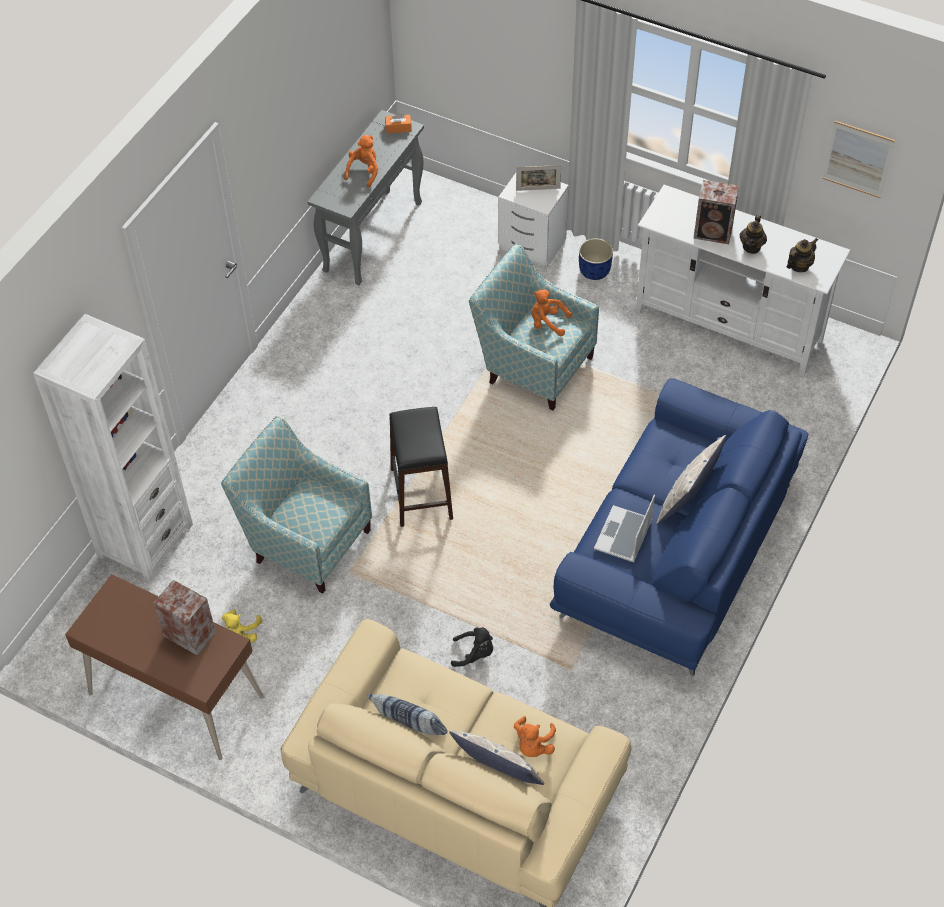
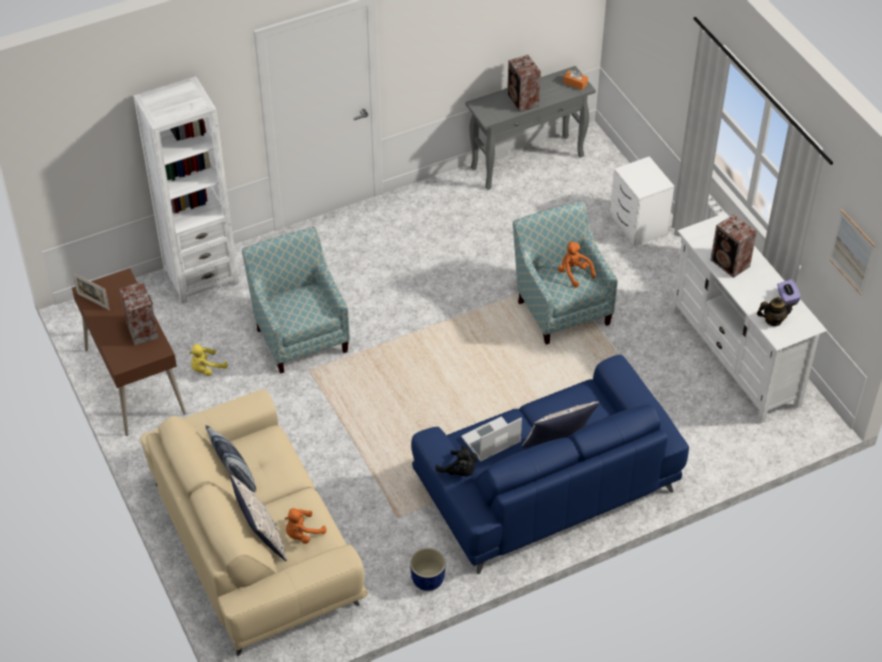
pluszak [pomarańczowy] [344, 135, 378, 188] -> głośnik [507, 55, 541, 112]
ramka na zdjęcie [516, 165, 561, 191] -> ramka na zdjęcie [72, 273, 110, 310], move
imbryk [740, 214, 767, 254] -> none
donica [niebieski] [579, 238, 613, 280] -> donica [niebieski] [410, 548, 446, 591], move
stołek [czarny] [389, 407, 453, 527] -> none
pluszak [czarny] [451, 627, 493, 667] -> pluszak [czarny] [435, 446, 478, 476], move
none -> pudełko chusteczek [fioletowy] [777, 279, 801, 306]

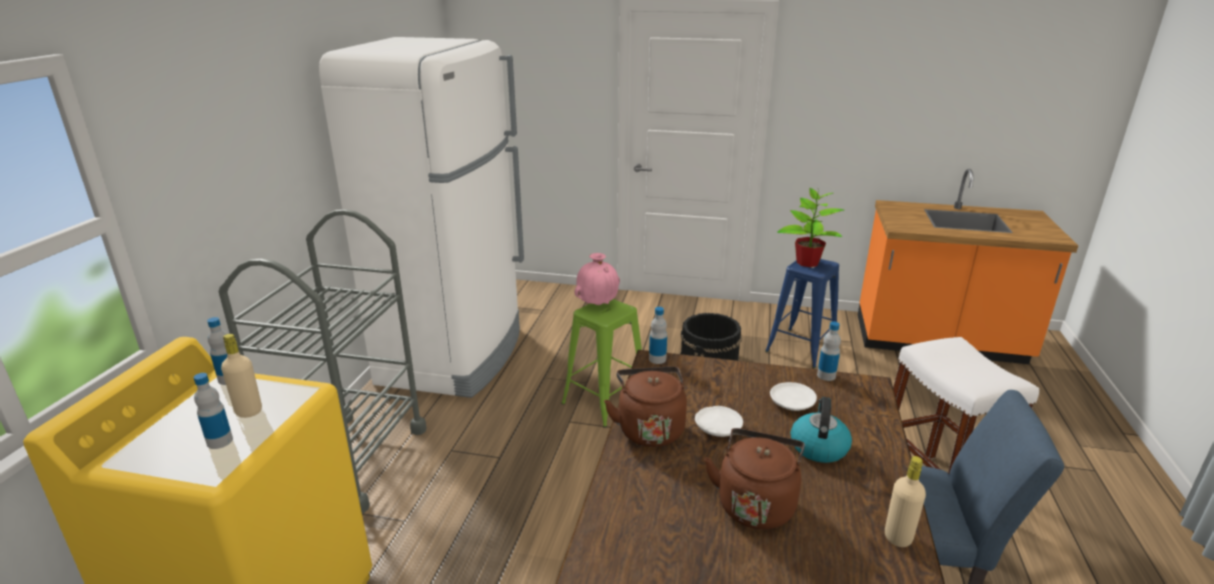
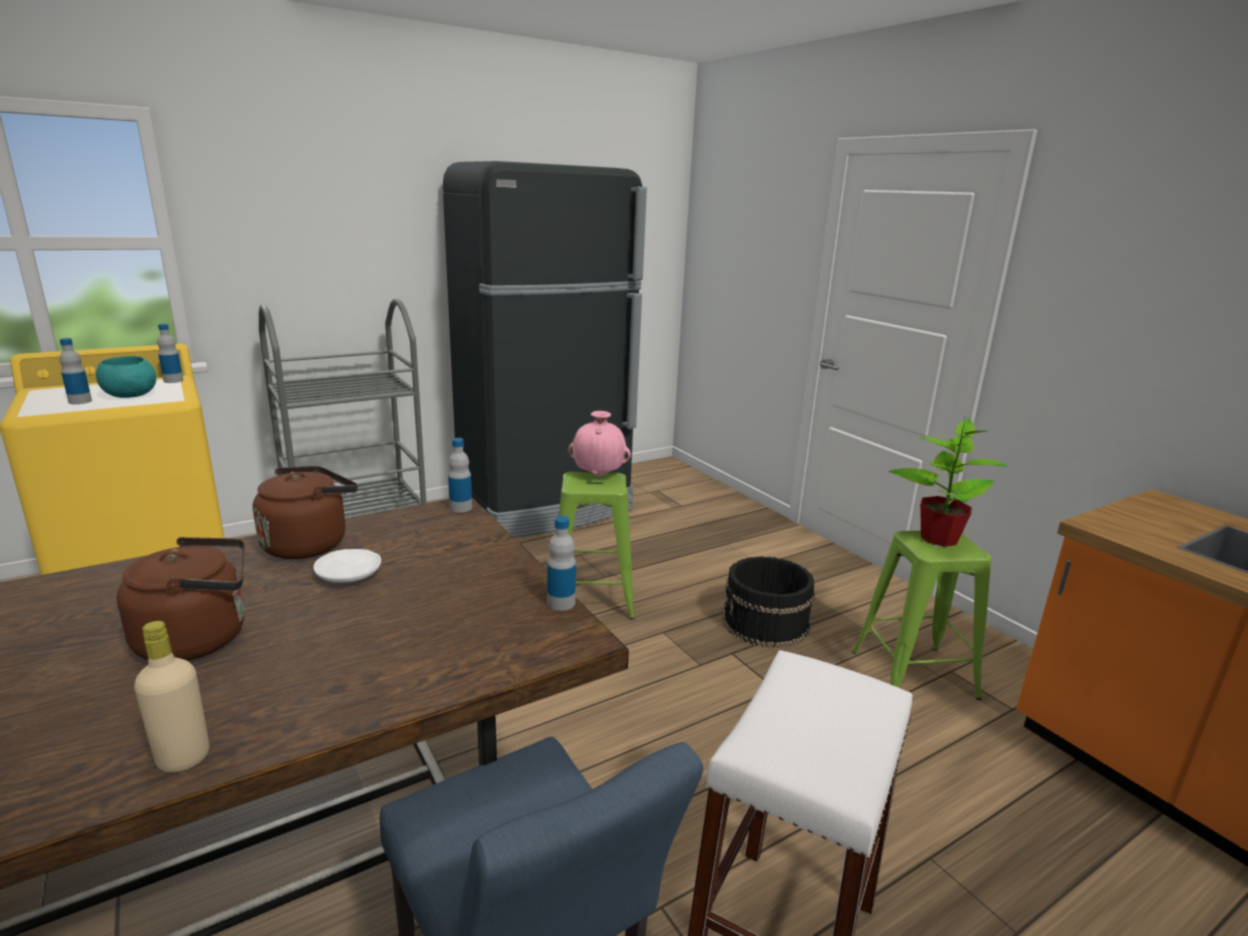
lodówka [biały] [319, 37, 524, 398] -> lodówka [czarny] [443, 161, 647, 538]
stołek [niebieski] [765, 259, 839, 368] -> stołek [zielony] [852, 531, 992, 700]
butelka [beżowy] [221, 334, 262, 418] -> miska [turkusowy] [96, 356, 157, 398]
talerz [biały] [770, 382, 817, 411] -> none
czajnik [791, 397, 852, 463] -> none

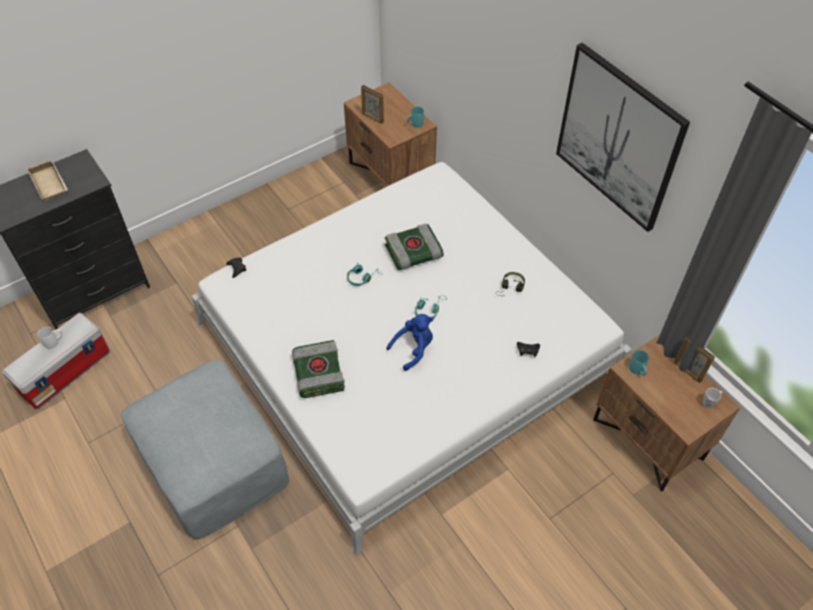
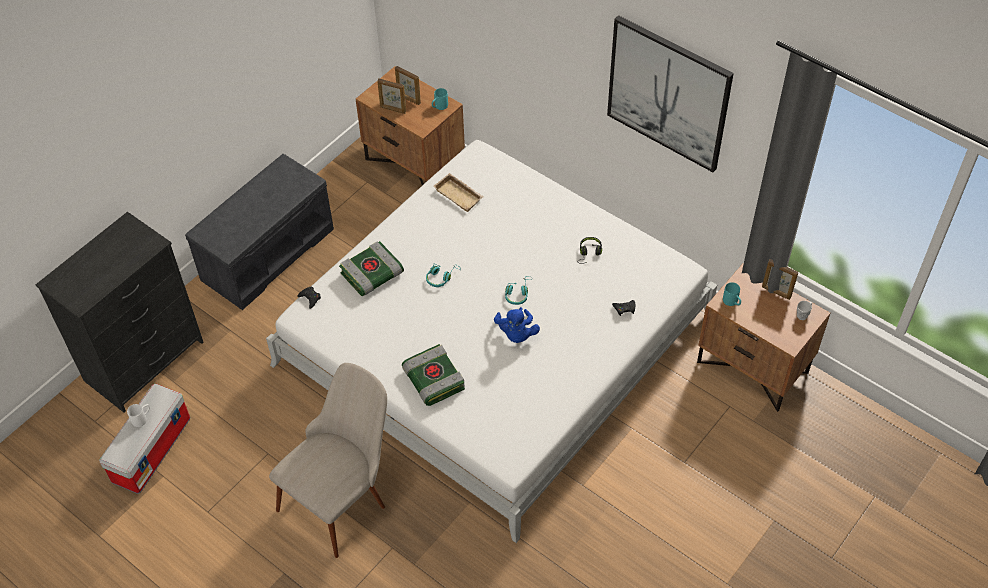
taca [beżowy] [26, 159, 68, 202] -> taca [beżowy] [434, 173, 484, 212], move
książka [385, 223, 444, 270] -> książka [339, 241, 404, 296], move
pluszak [niebieski] [387, 314, 433, 371] -> pluszak [niebieski] [494, 307, 540, 343], 135 degrees clockwise
pufa [szary] [121, 359, 289, 539] -> krzesło [beżowy] [269, 363, 387, 558]
none -> ramka na zdjęcie [395, 66, 421, 105]
none -> ławka [szary] [185, 154, 334, 310]

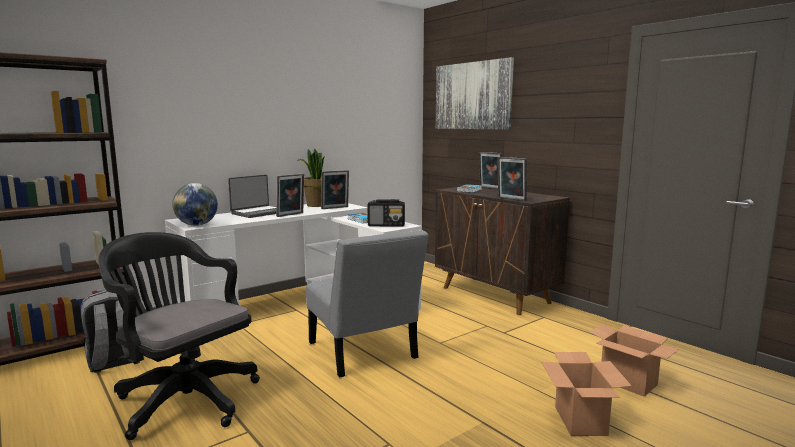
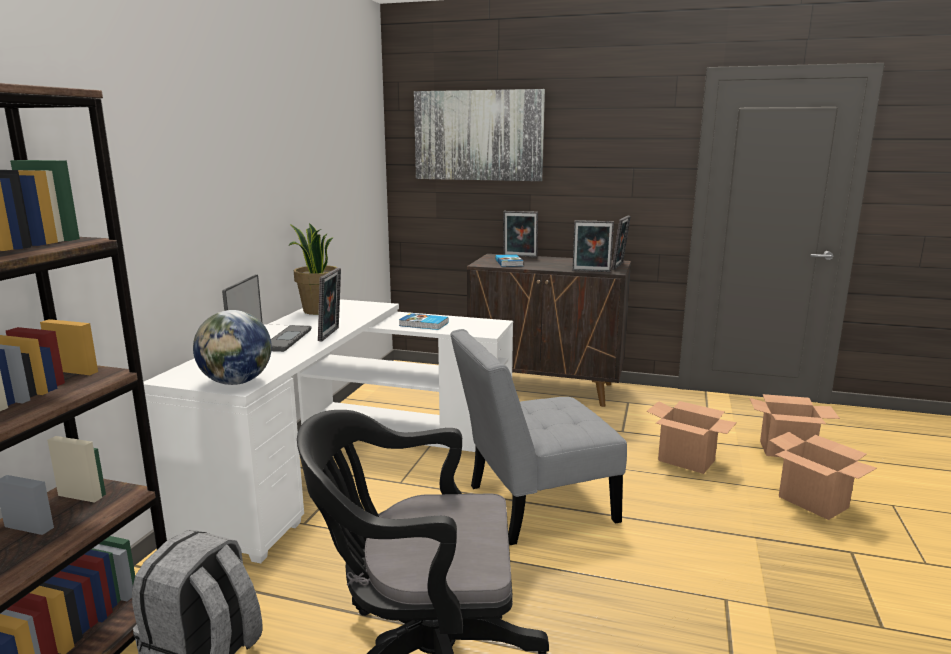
ramka na zdjęcie [321, 170, 349, 209] -> ramka na zdjęcie [612, 215, 631, 270], move
radio [367, 199, 405, 226] -> none
krzesło [szary] [306, 230, 429, 378] -> krzesło [szary] [450, 329, 627, 545], 135 degrees clockwise
none -> karton [647, 401, 737, 474]

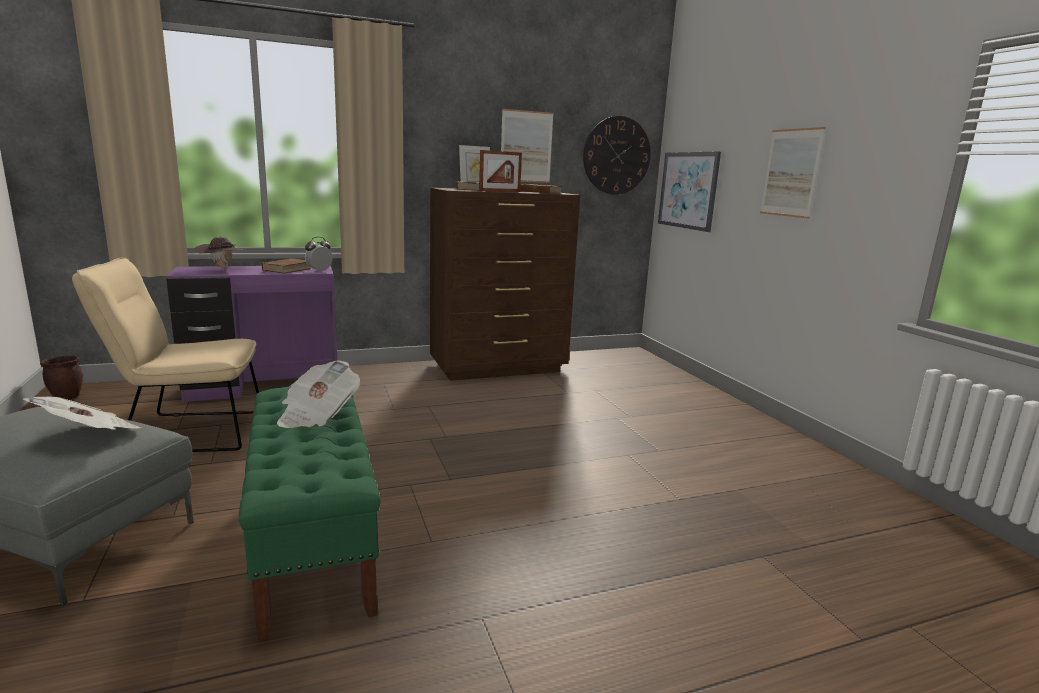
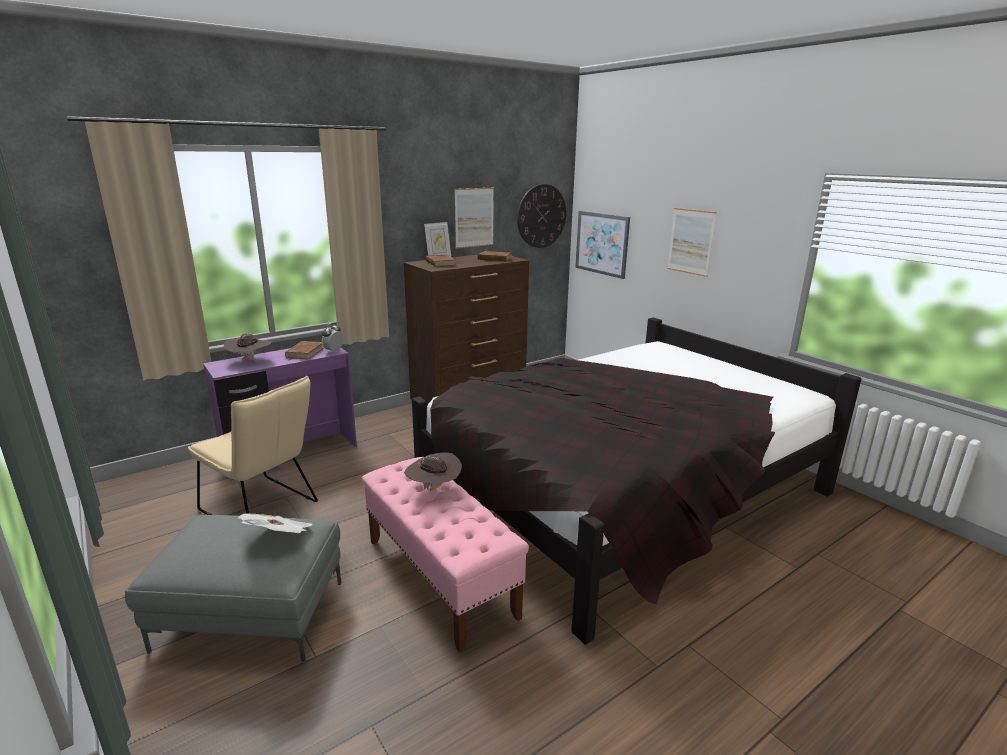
ramka na zdjęcie [479, 150, 522, 192] -> none
krzesło [beżowy] [72, 257, 259, 452] -> krzesło [beżowy] [188, 376, 318, 515], 120 degrees counterclockwise
donica [brązowy] [40, 355, 83, 400] -> none
gazeta [277, 360, 360, 428] -> kapelusz [brązowy] [404, 453, 462, 491]
ławka [zielony] [239, 386, 380, 640] -> ławka [różowy] [362, 457, 529, 652]
none -> łóżko [czarny] [412, 317, 861, 645]

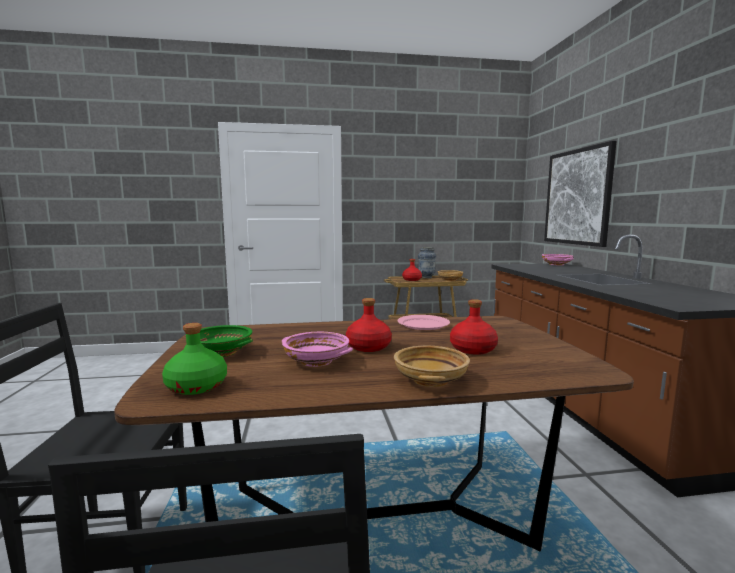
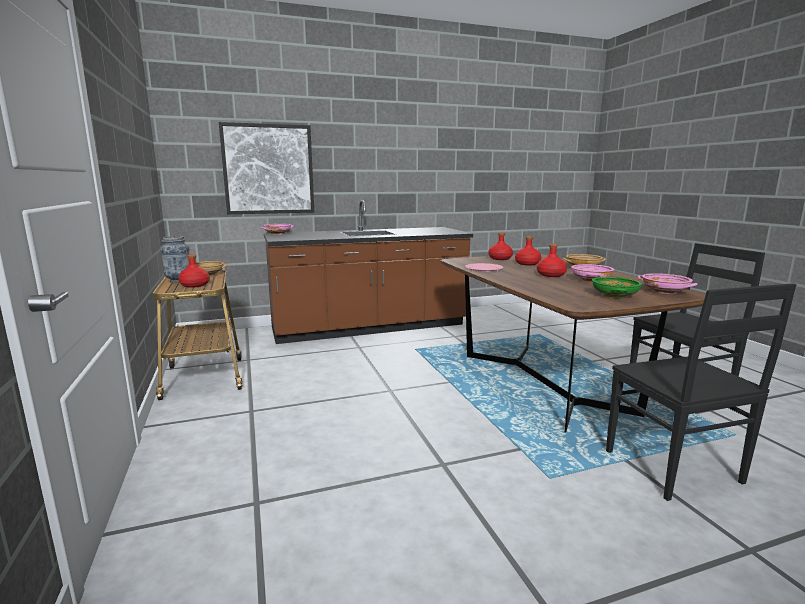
butelka [zielony] [162, 323, 227, 395] -> miska [różowy] [638, 273, 697, 294]
none -> butelka [czerwony] [488, 233, 513, 260]

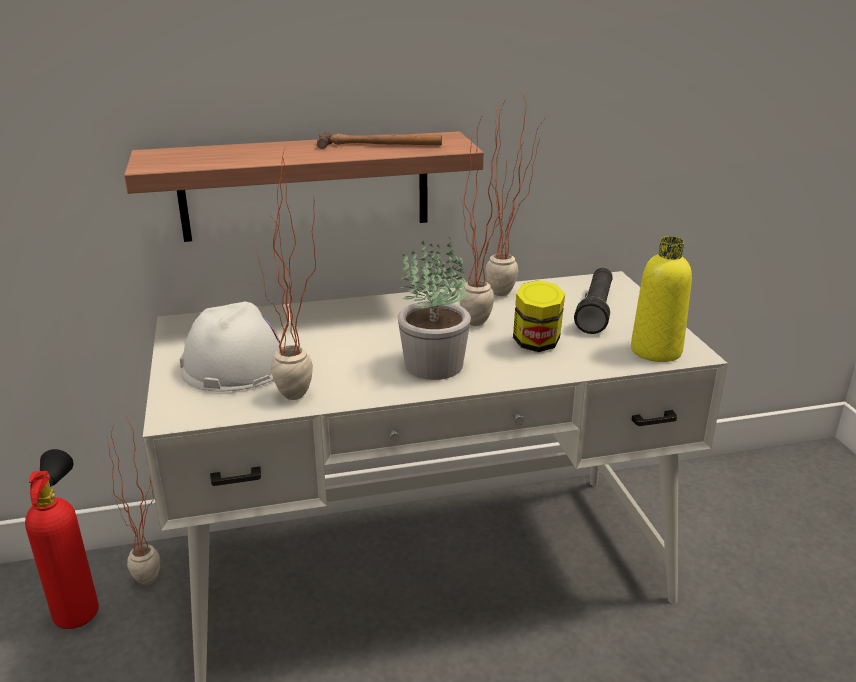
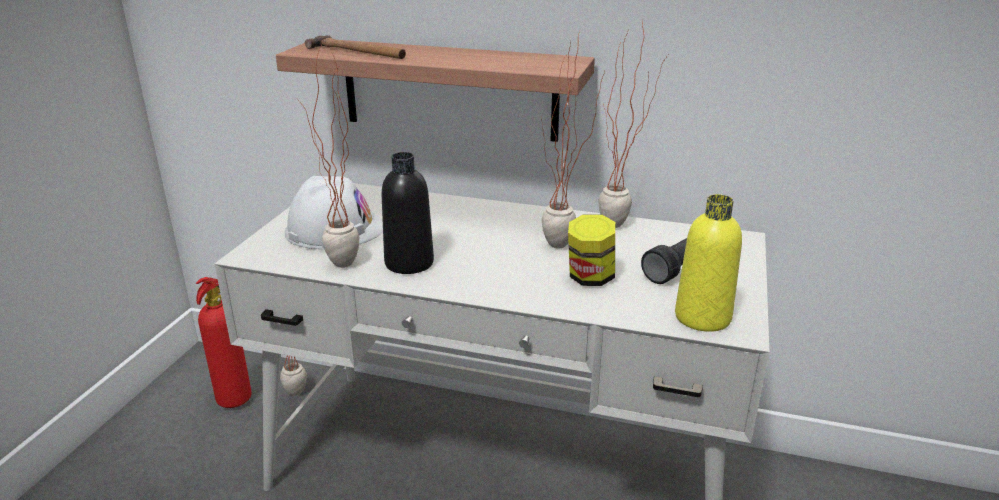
młotek [317, 132, 442, 149] -> młotek [305, 35, 406, 59], move
roślina doniczkowa [398, 237, 471, 380] -> none
none -> butelka [czarny] [382, 152, 434, 274]

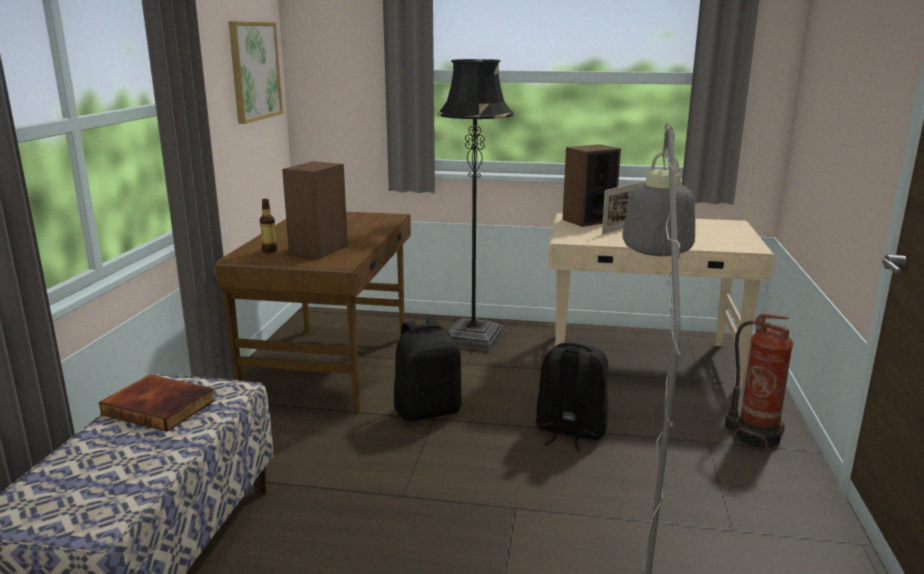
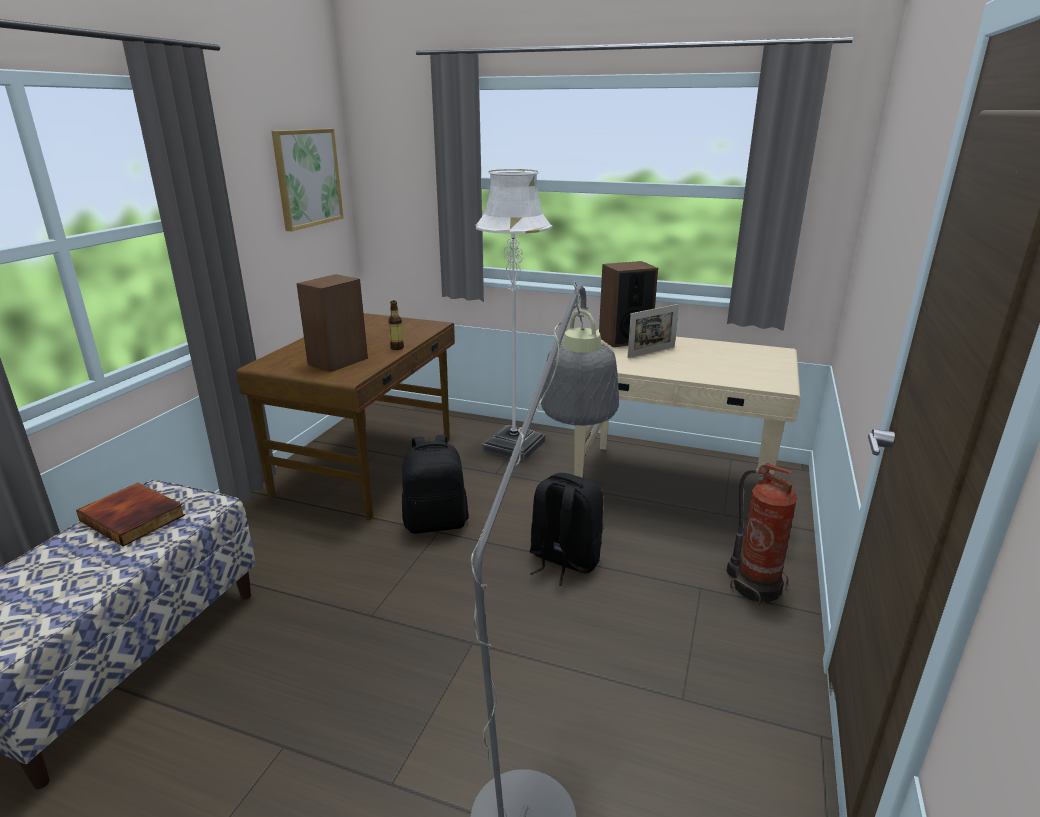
lampa stojąca [czarny] [437, 59, 513, 351] -> lampa stojąca [biały] [475, 169, 552, 461]
butelka [260, 199, 277, 253] -> butelka [388, 301, 404, 350], move

